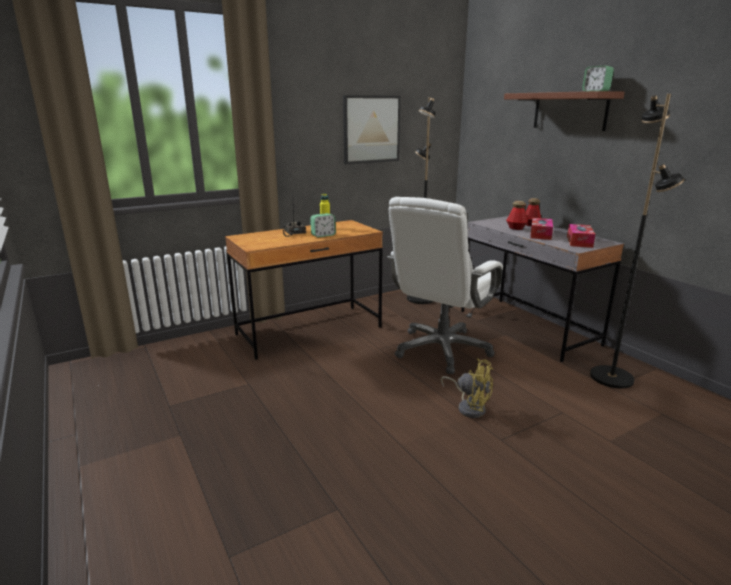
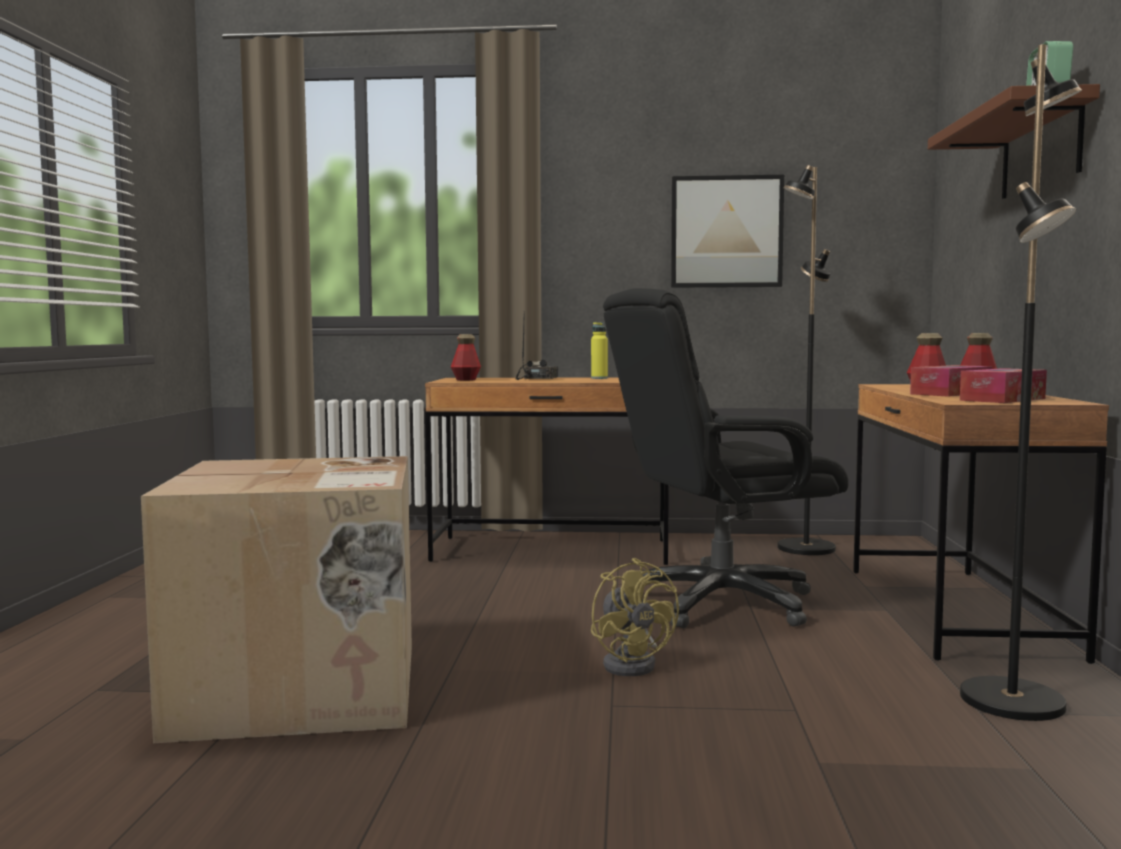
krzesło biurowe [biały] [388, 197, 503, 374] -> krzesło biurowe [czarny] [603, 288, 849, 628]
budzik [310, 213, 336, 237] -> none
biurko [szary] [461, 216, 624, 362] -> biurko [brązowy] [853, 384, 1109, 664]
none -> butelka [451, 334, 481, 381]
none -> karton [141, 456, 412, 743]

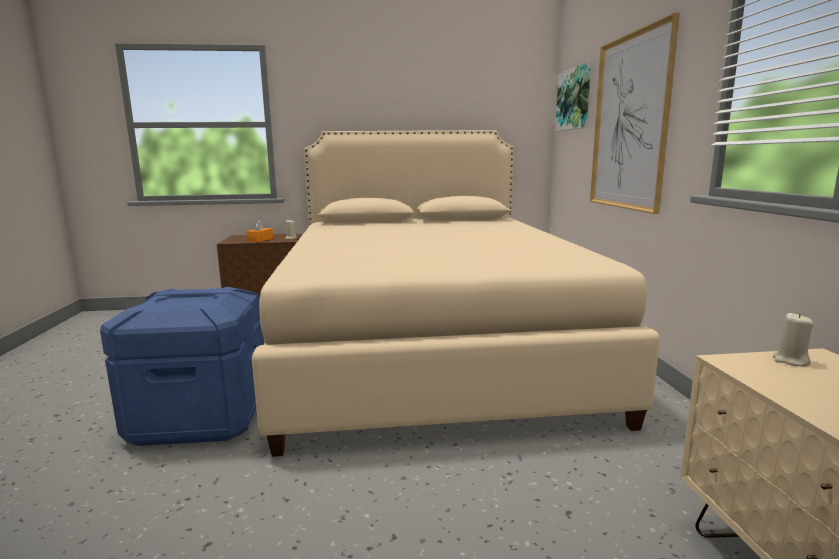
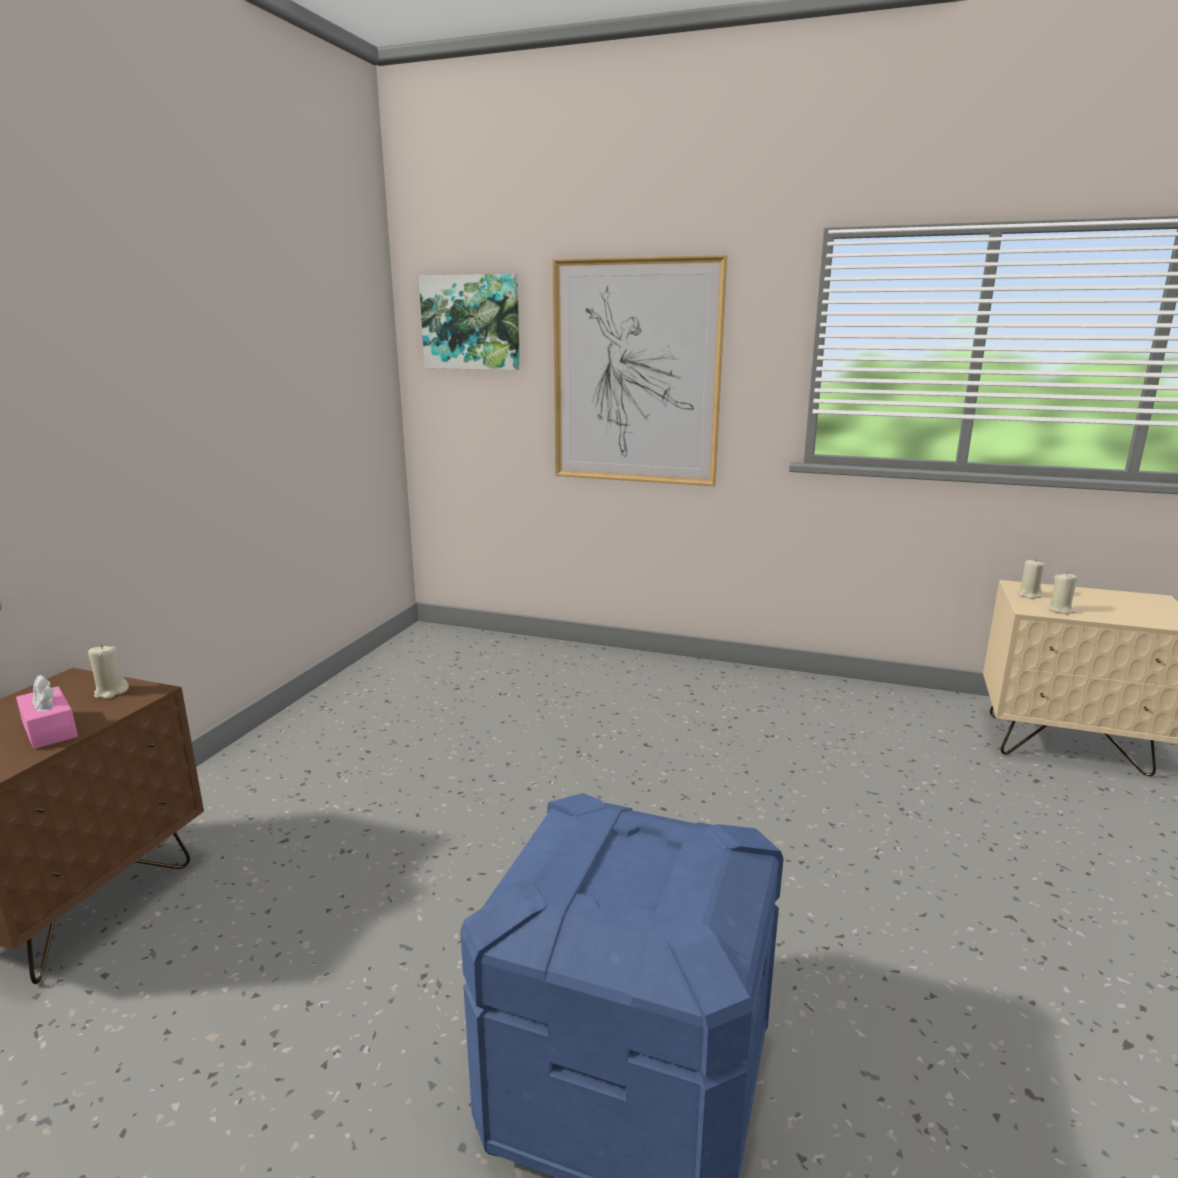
łóżko [beżowy] [252, 130, 660, 457] -> none
pudełko chusteczek [pomarańczowy] [246, 219, 273, 242] -> pudełko chusteczek [różowy] [16, 675, 78, 749]
none -> świeca [beżowy] [1046, 572, 1078, 614]

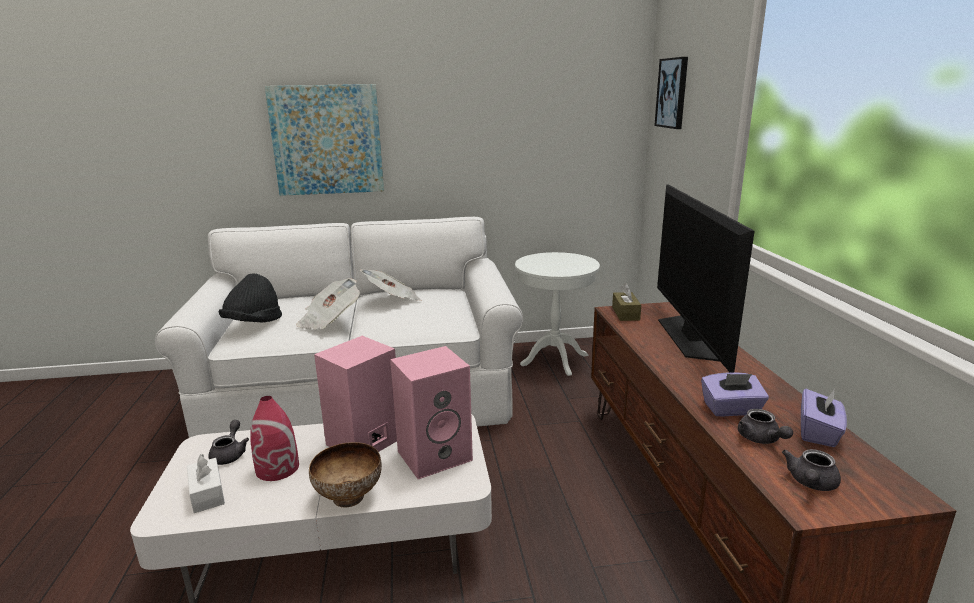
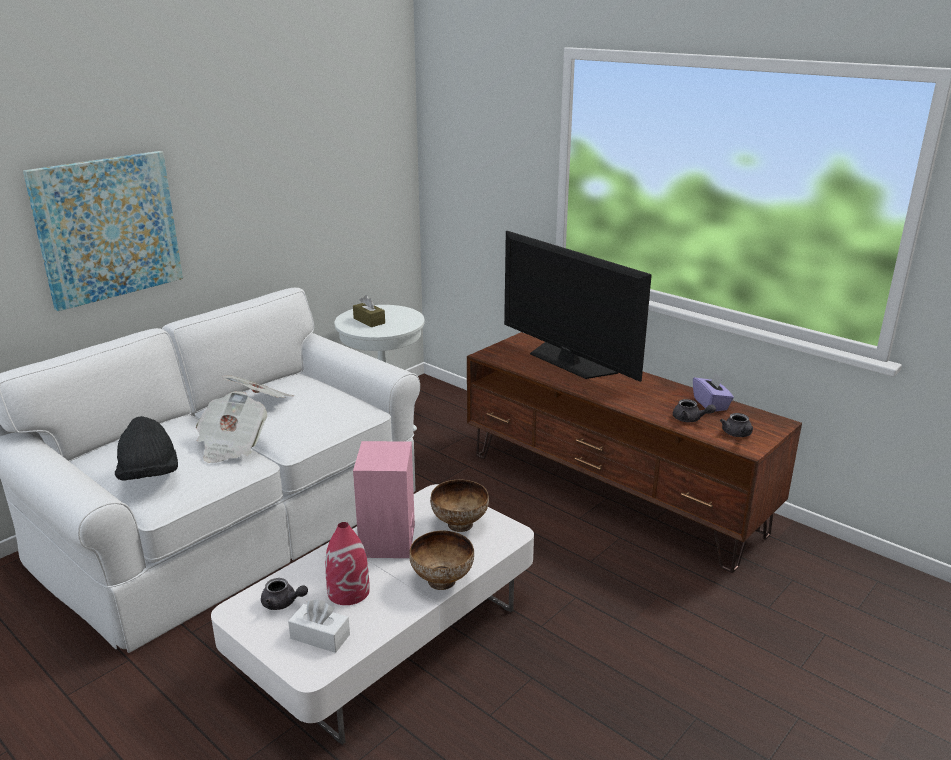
obraz [654, 57, 688, 129] -> none
pudełko chusteczek [brązowy] [612, 283, 641, 321] -> pudełko chusteczek [brązowy] [353, 295, 385, 327], move
głośnik [różowy] [390, 346, 473, 479] -> miska [430, 480, 489, 532]
pudełko chusteczek [fioletowy] [701, 372, 769, 417] -> none
imbryk [szary] [208, 420, 249, 465] -> imbryk [szary] [261, 578, 308, 610], 150 degrees clockwise

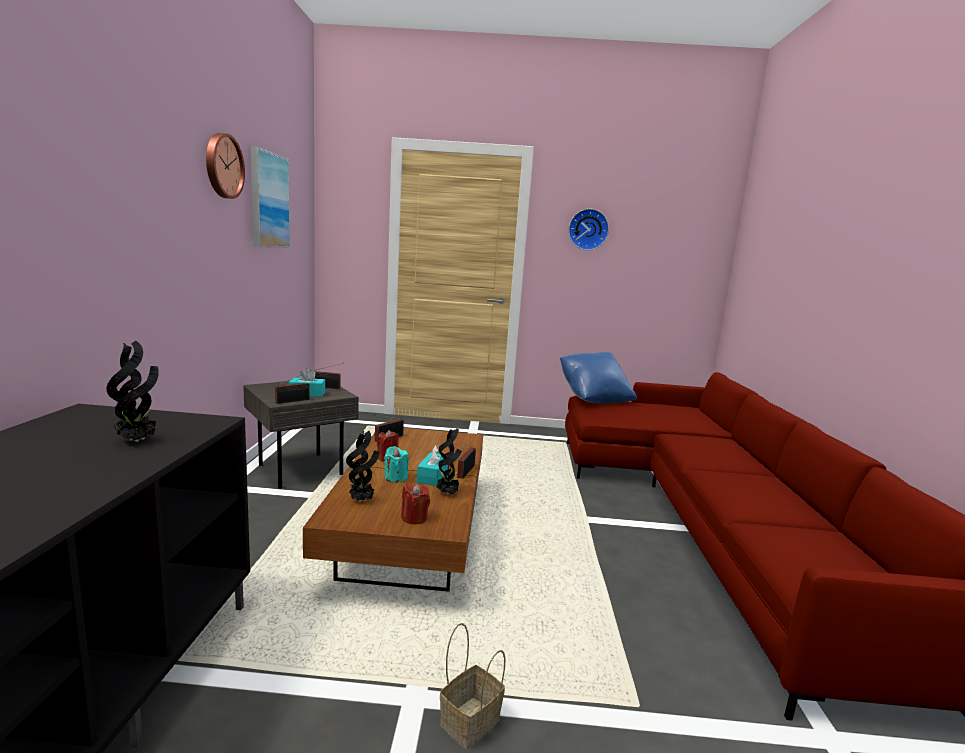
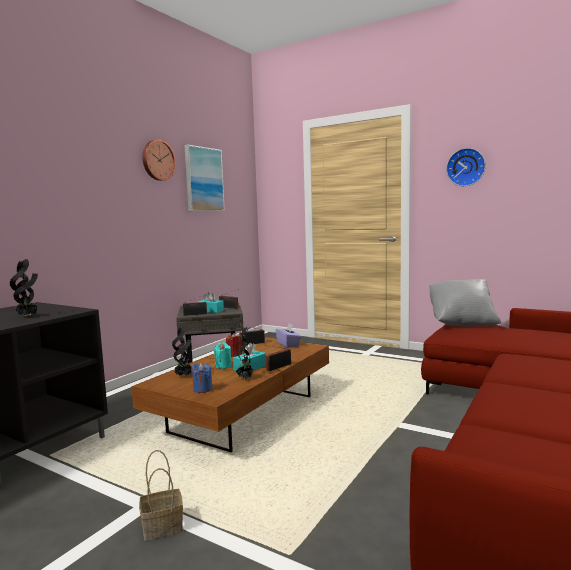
poduszka [niebieski] [560, 352, 637, 404] -> poduszka [szary] [429, 279, 501, 327]
świeca [czerwony] [401, 484, 430, 524] -> świeca [niebieski] [192, 363, 212, 393]
none -> pudełko chusteczek [fioletowy] [275, 324, 301, 348]

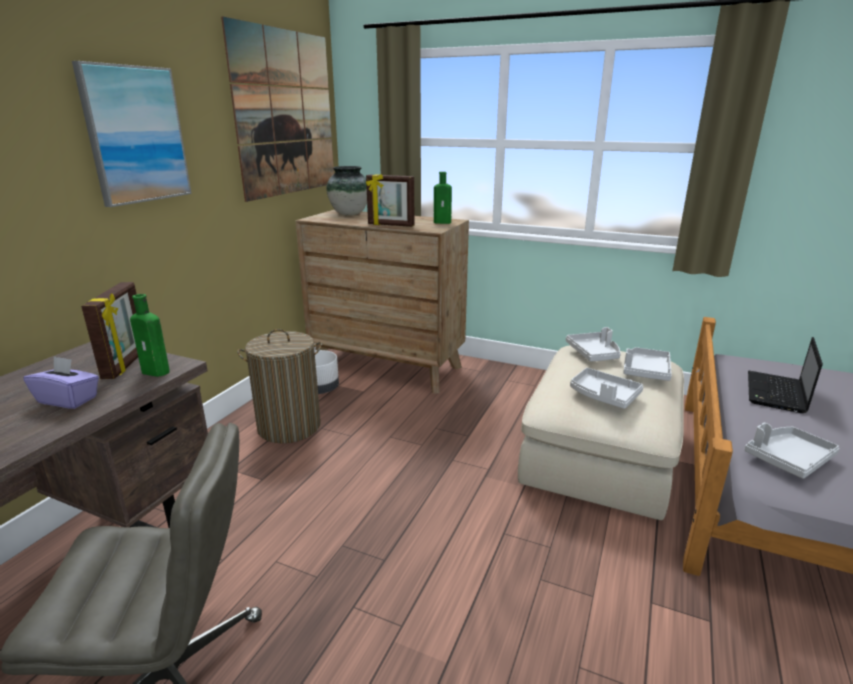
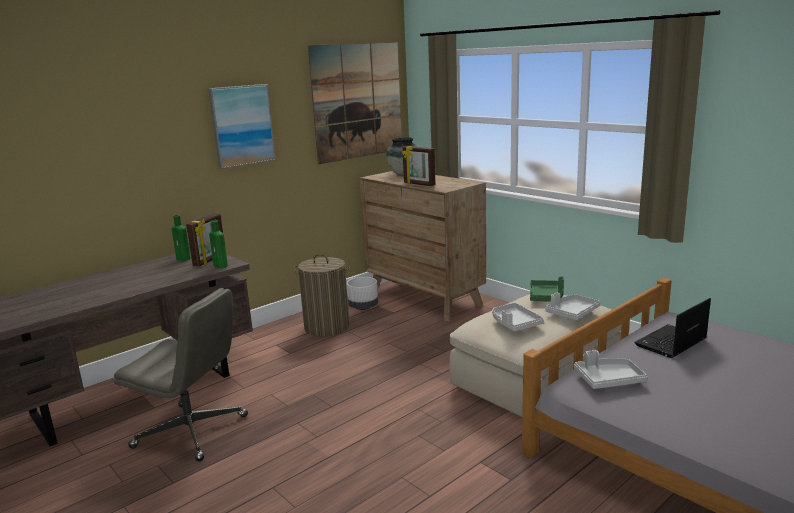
butelka [zielony] [434, 172, 452, 224] -> butelka [zielony] [172, 215, 190, 261], move
taca [szary] [566, 327, 621, 362] -> taca [zielony] [530, 276, 564, 302]
pudełko chusteczek [fioletowy] [23, 356, 99, 409] -> none

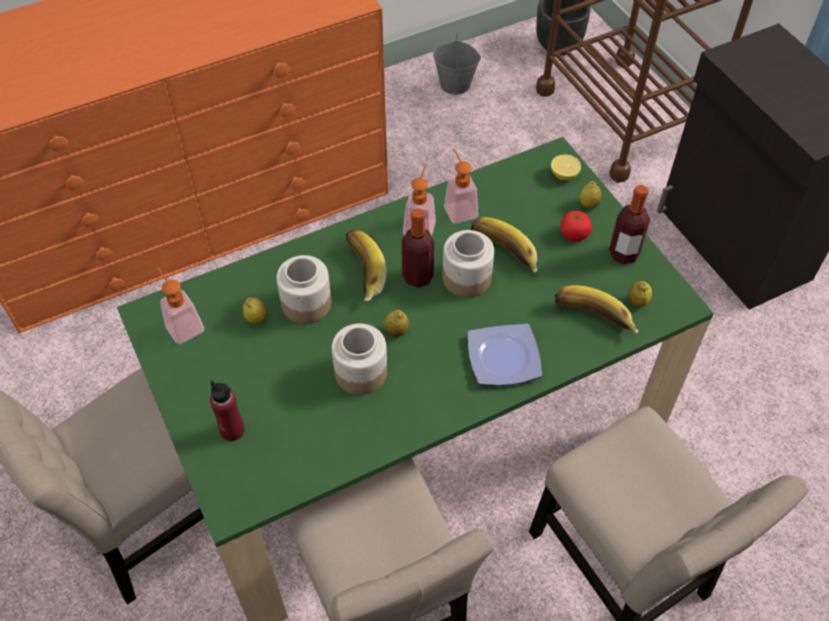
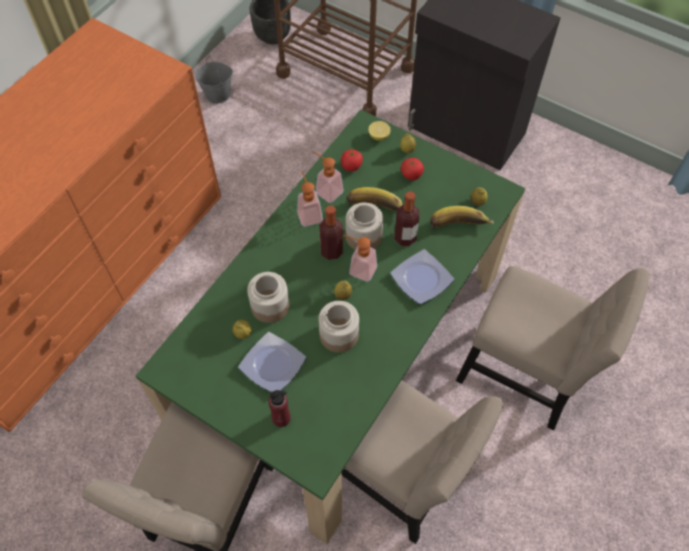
butelka [609, 185, 650, 265] -> butelka [394, 191, 419, 246], move
banan [346, 230, 387, 301] -> none
dozownik mydła [157, 267, 204, 344] -> dozownik mydła [343, 235, 377, 282], move
none -> pomidor [341, 149, 363, 172]
none -> talerz [238, 332, 306, 392]

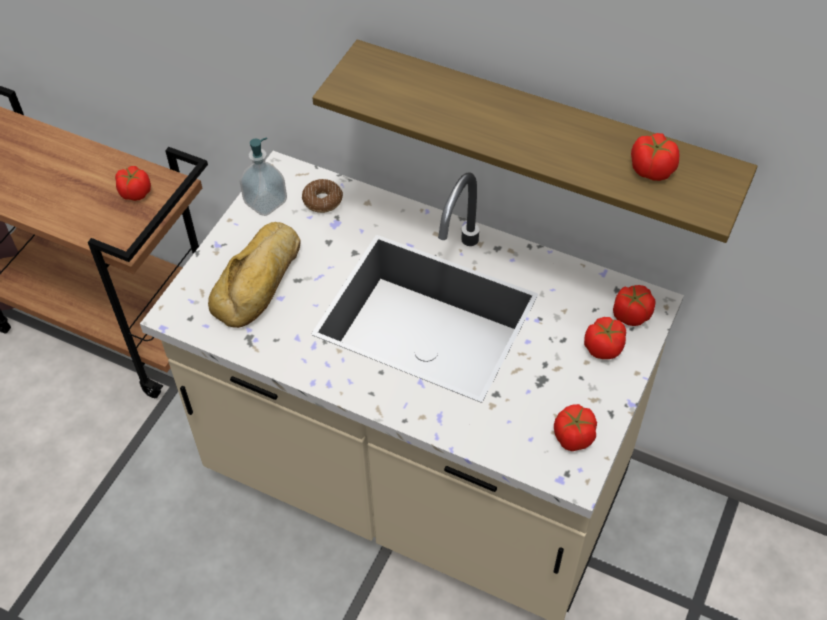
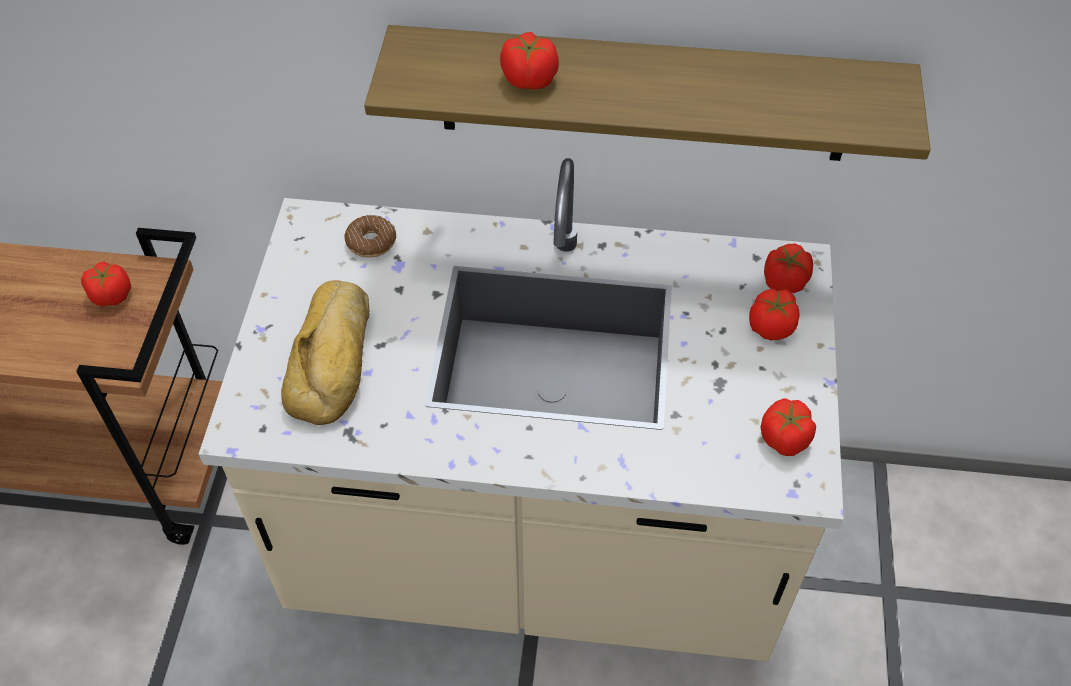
pomidor [631, 133, 679, 181] -> pomidor [500, 32, 559, 90], move
dozownik mydła [239, 138, 287, 216] -> none

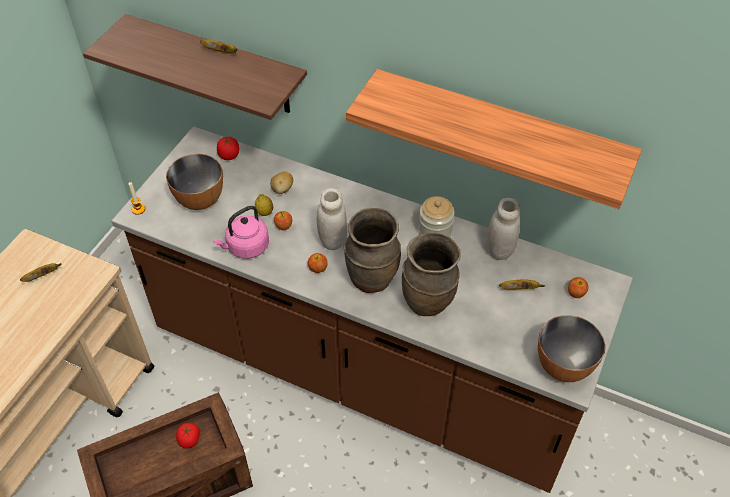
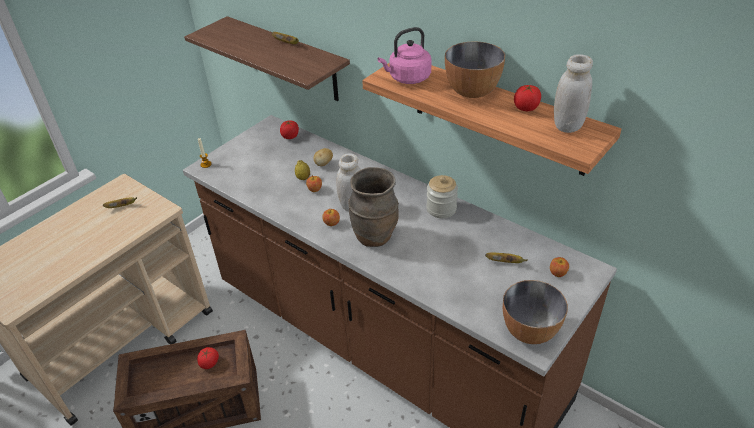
miska [166, 154, 223, 210] -> miska [445, 41, 505, 98], move
słoik [biały] [487, 198, 520, 260] -> słoik [biały] [554, 54, 593, 133], move
czajnik [różowy] [213, 206, 269, 259] -> czajnik [różowy] [378, 27, 431, 84], move
wazon [brązowy] [402, 232, 461, 316] -> none
none -> pomidor [514, 85, 541, 111]

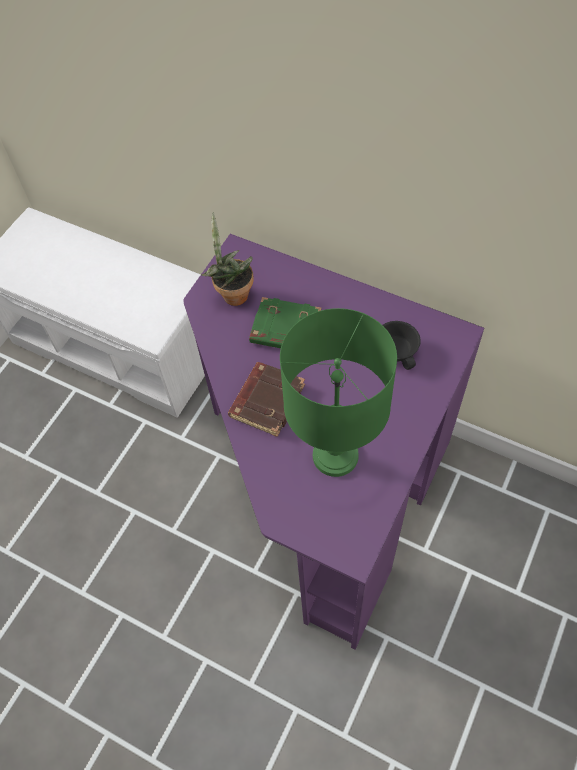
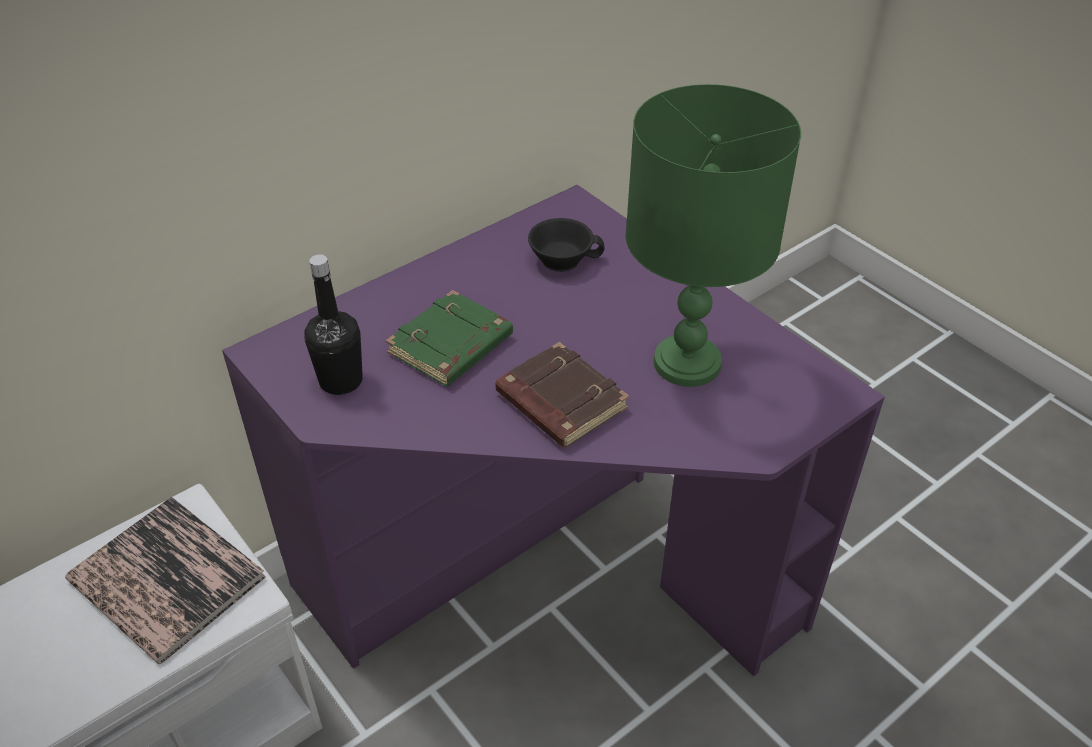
roślina doniczkowa [201, 212, 254, 306] -> butelka [czarny] [304, 255, 363, 395]
none -> książka [65, 497, 266, 664]

